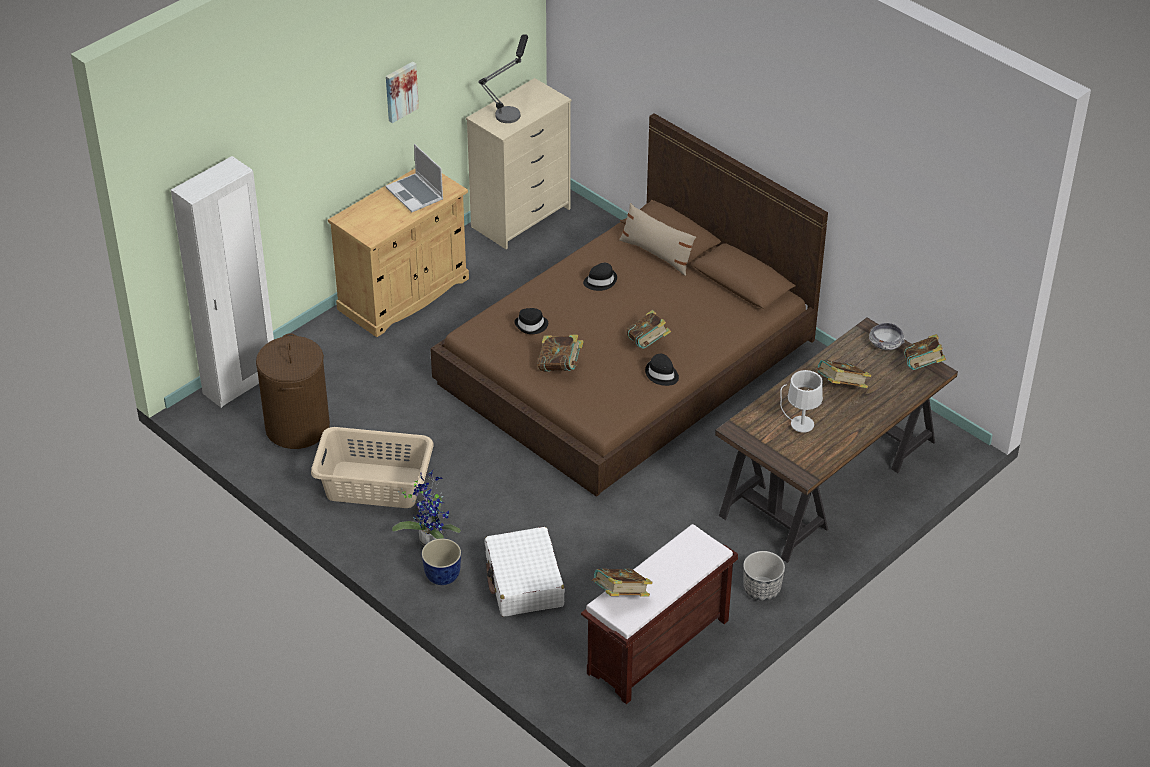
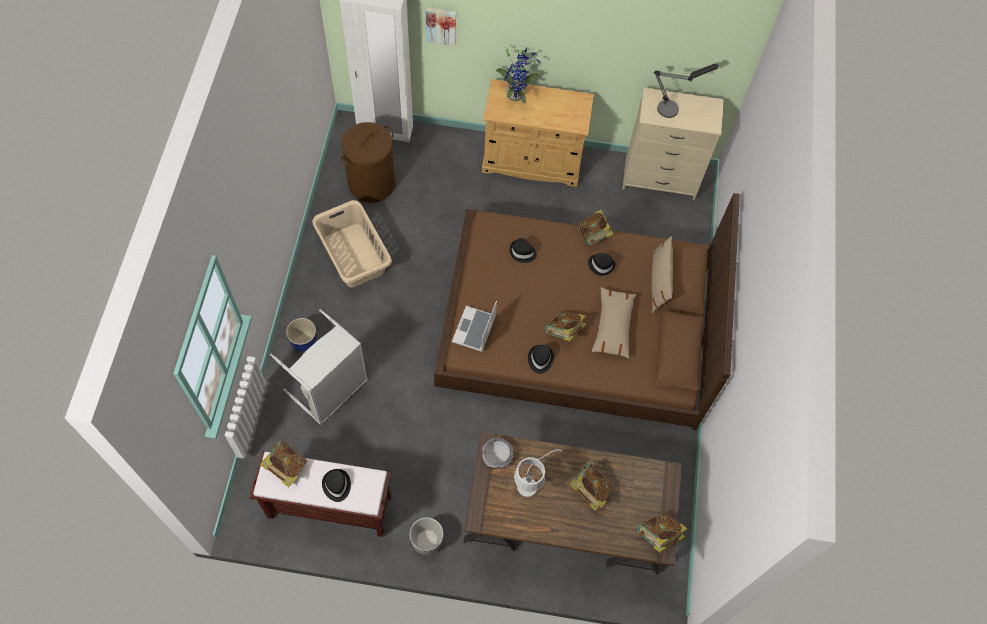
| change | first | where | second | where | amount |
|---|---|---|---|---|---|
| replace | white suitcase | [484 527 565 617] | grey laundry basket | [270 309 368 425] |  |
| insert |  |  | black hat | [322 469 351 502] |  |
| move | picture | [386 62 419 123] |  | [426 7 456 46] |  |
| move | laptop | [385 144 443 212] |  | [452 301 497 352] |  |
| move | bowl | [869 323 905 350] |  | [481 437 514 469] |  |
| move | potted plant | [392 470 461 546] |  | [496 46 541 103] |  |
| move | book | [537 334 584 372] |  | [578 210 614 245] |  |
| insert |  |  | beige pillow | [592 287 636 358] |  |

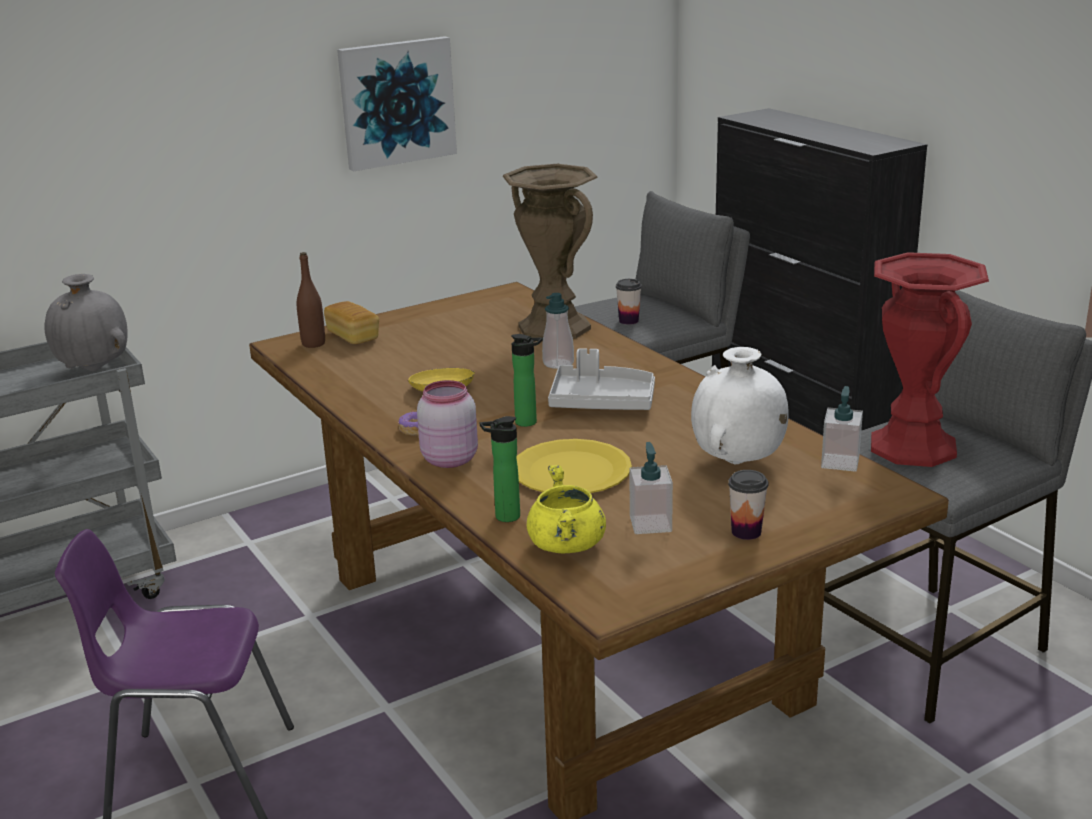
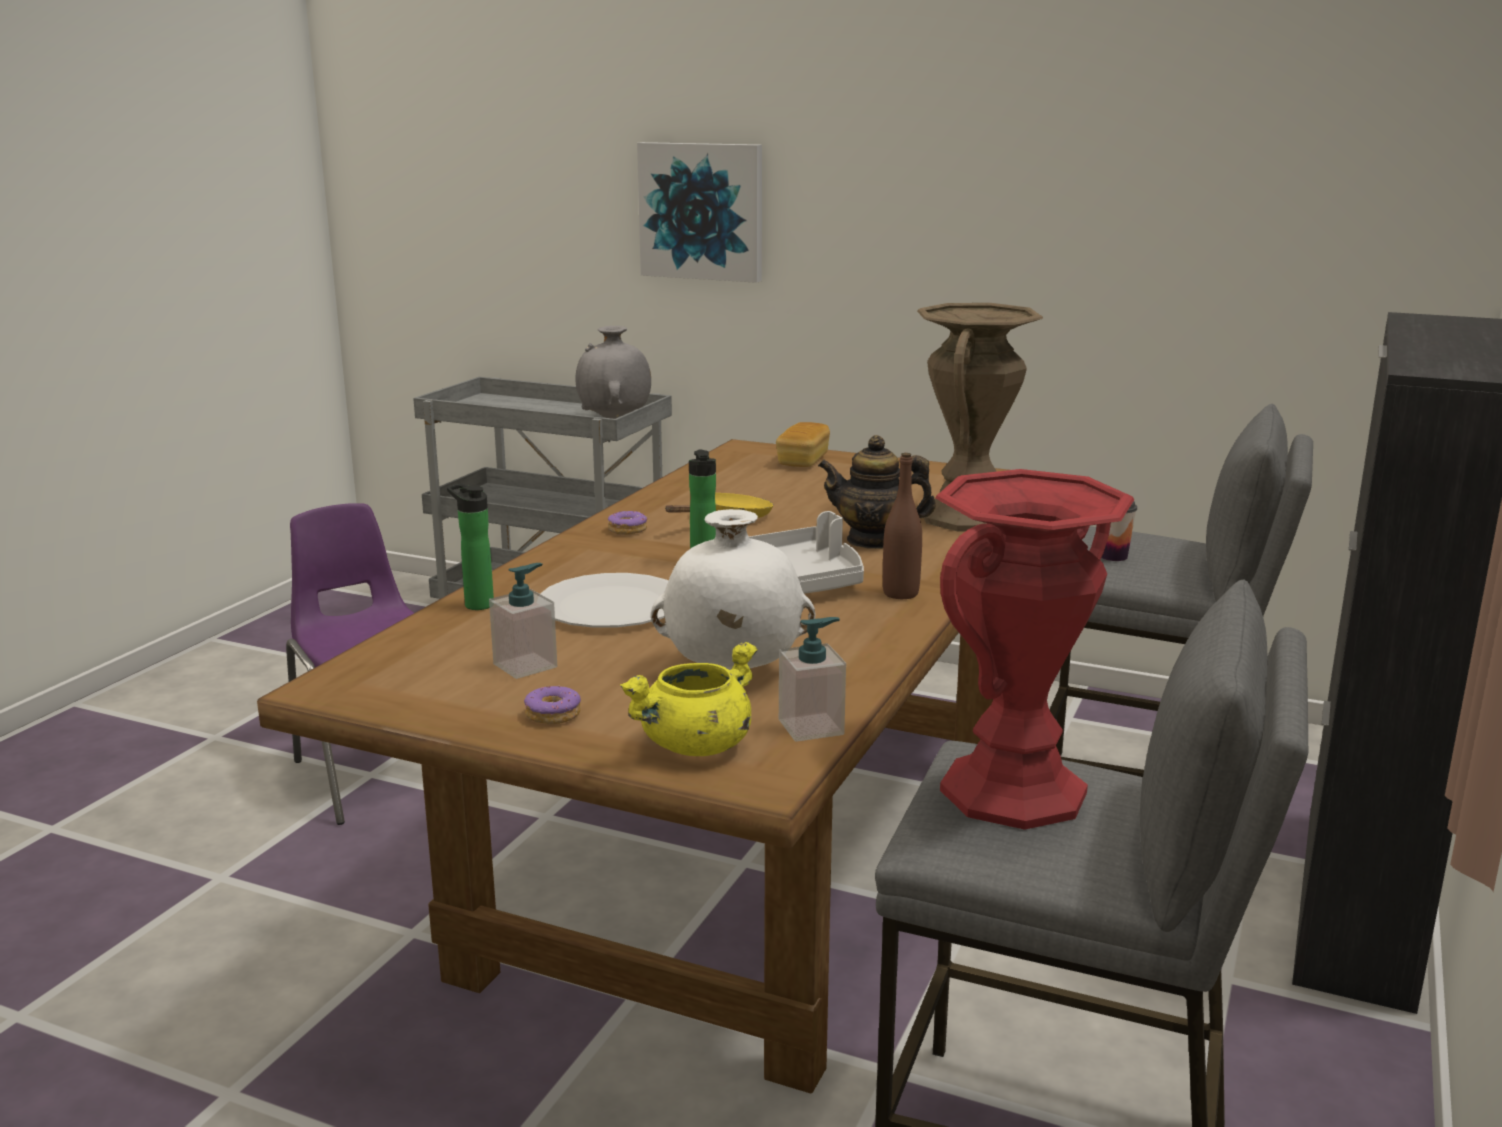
| change | first | where | second | where | amount |
|---|---|---|---|---|---|
| replace | cup | [728 470 768 540] | donut | [524 685 581 724] |  |
| recolor | yellow plate | [517 439 632 493] | white plate | [540 573 668 628] |  |
| move | yellow cooking pot | [527 465 606 553] |  | [620 642 758 756] |  |
| move | picture | [337 36 457 171] |  | [637 142 762 283] |  |
| replace | soap dispenser | [542 293 574 369] | teapot | [818 435 936 549] |  |
| move | brown bottle | [297 252 325 348] |  | [883 453 922 599] |  |
| delete | pink jar | [417 380 478 468] |  |  |  |

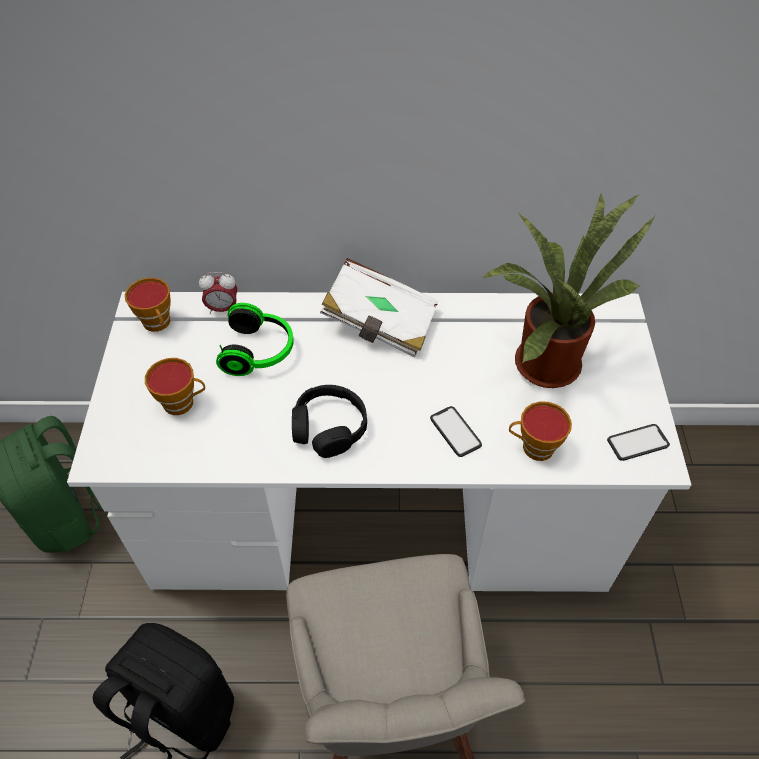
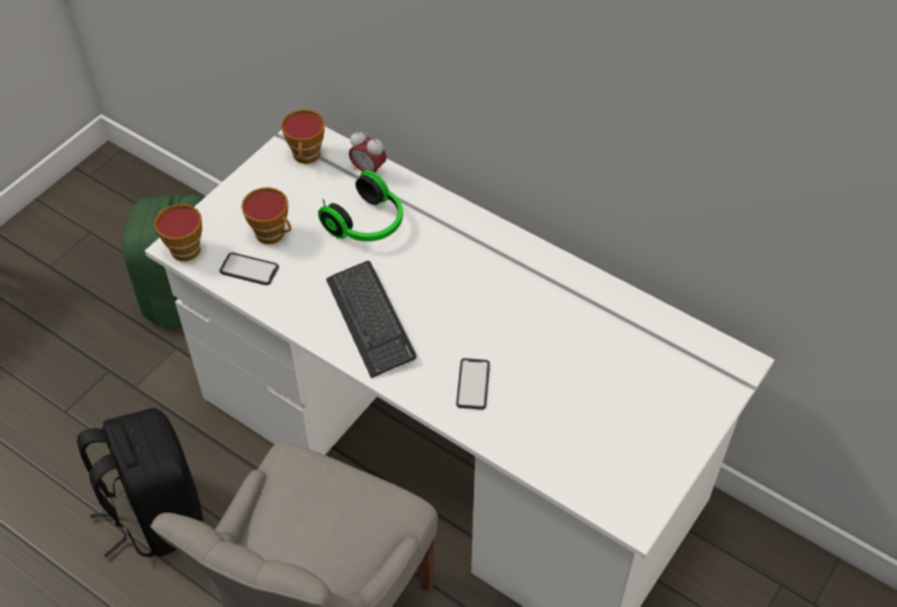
| change | first | where | second | where | amount |
|---|---|---|---|---|---|
| move | cup | [509 401 572 461] |  | [154 204 202 261] |  |
| move | phone | [607 424 670 461] |  | [219 252 279 285] |  |
| replace | black headphones | [292 385 367 458] | keyboard | [326 261 416 378] |  |
| delete | white book | [320 258 438 357] |  |  |  |
| delete | potted plant | [483 193 655 388] |  |  |  |

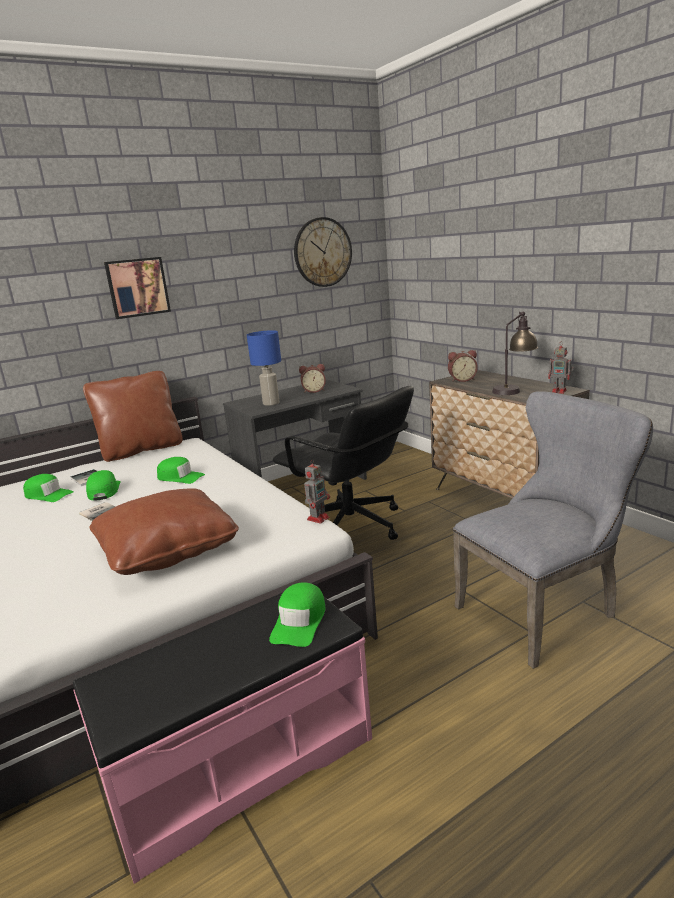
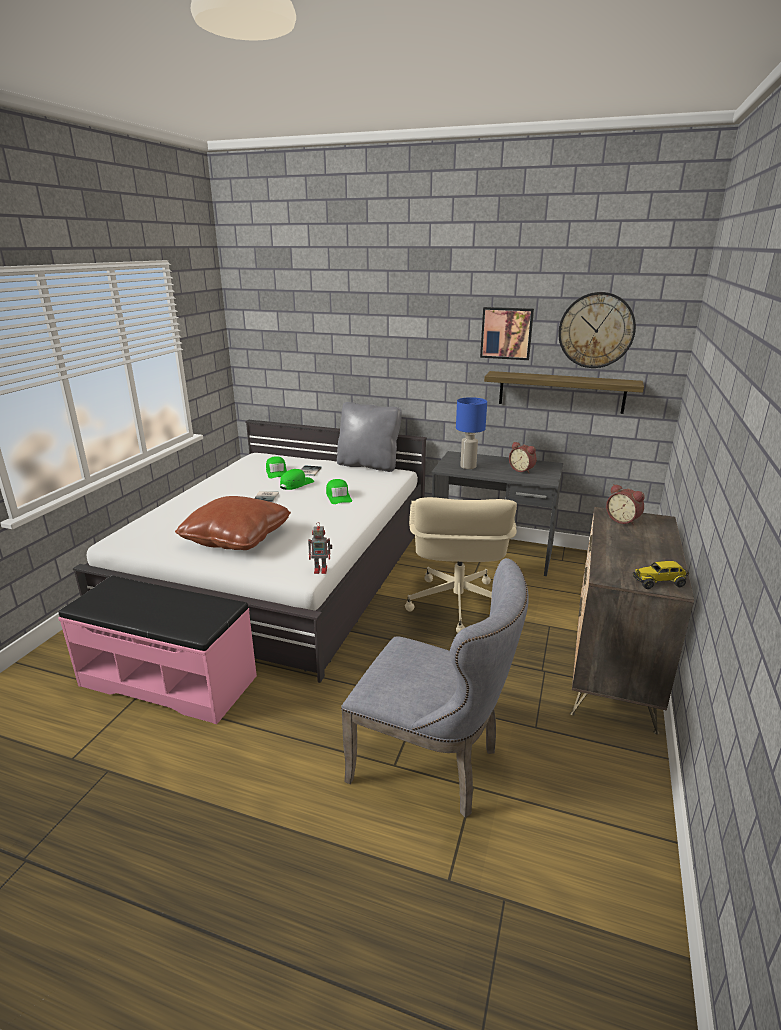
| change | first | where | second | where | amount |
|---|---|---|---|---|---|
| recolor | brown pillow | [83 371 183 462] | grey pillow | [337 402 402 472] |  |
| recolor | black office chair | [273 386 414 540] | beige office chair | [405 497 517 633] |  |
| move | picture | [104 257 171 319] |  | [480 307 534 360] |  |
| insert |  |  | shelf | [484 371 644 414] |  |
| replace | toy robot | [548 341 573 394] | toy truck | [633 561 689 589] |  |
| delete | green cap | [269 582 326 647] |  |  |  |
| delete | table lamp | [492 311 538 395] |  |  |  |

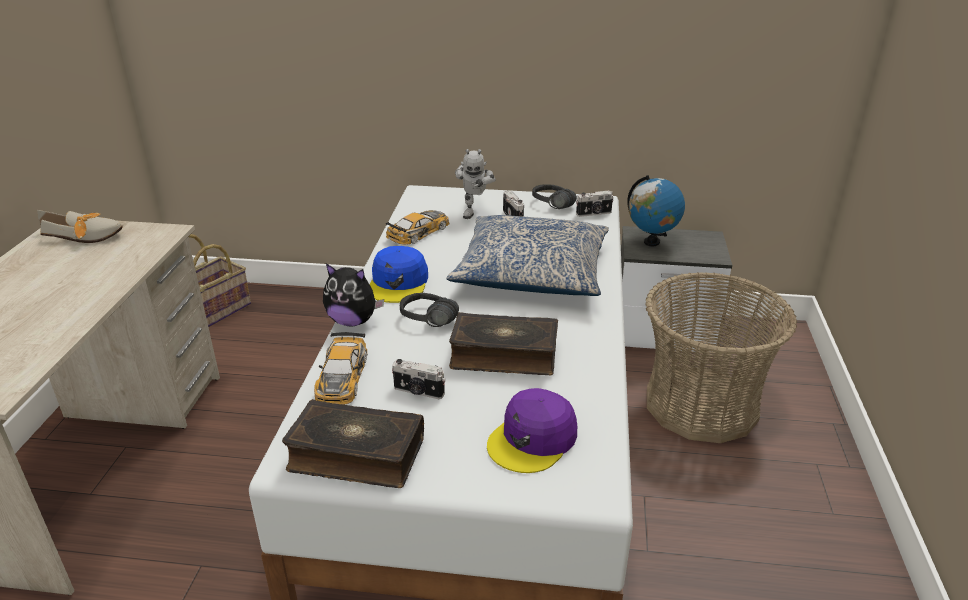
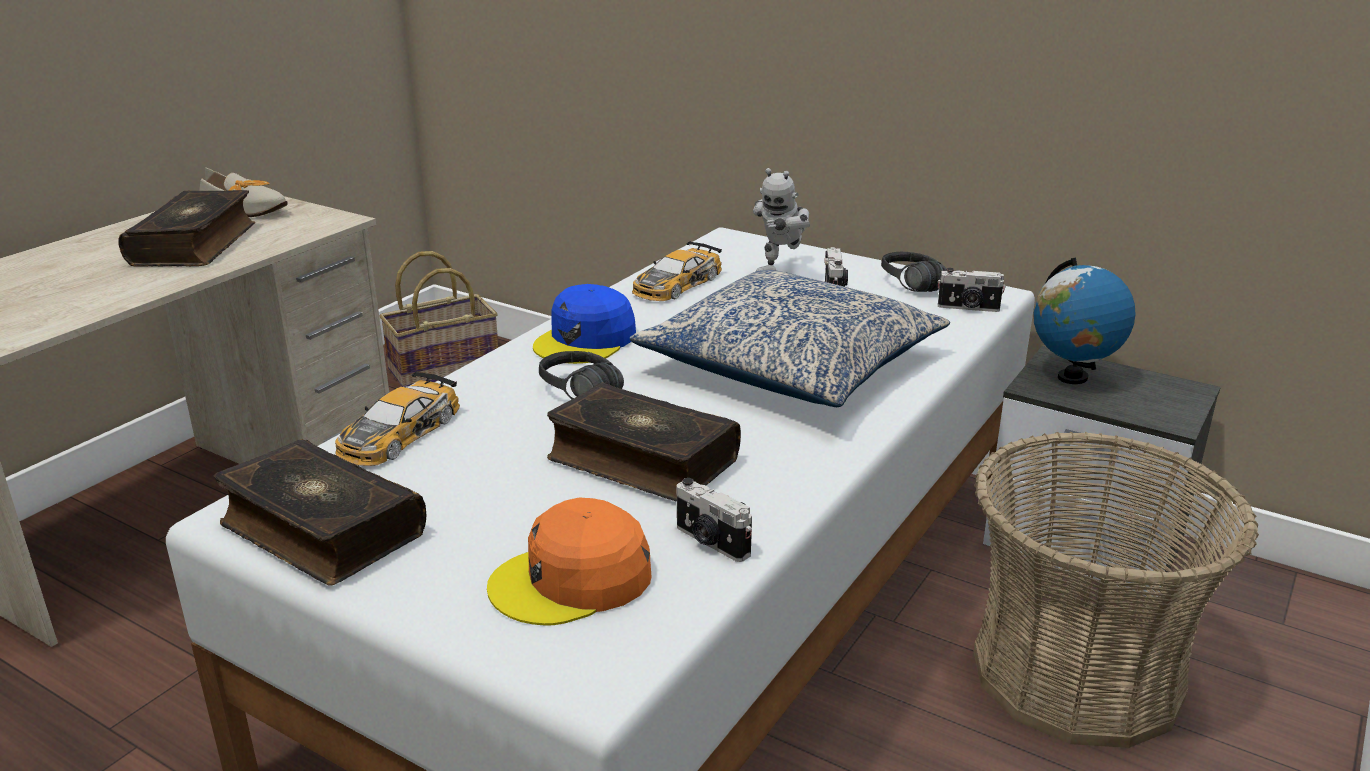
| change | first | where | second | where | amount |
|---|---|---|---|---|---|
| insert |  |  | book | [118 190 255 267] |  |
| recolor | purple cap | [487 388 577 473] | orange cap | [487 498 651 626] |  |
| rotate | toy car | [385 210 449 245] |  | [632 241 722 301] | 150 degrees clockwise |
| move | photo camera | [392 359 445 399] |  | [677 478 752 562] |  |
| delete | plush toy | [323 264 384 327] |  |  |  |

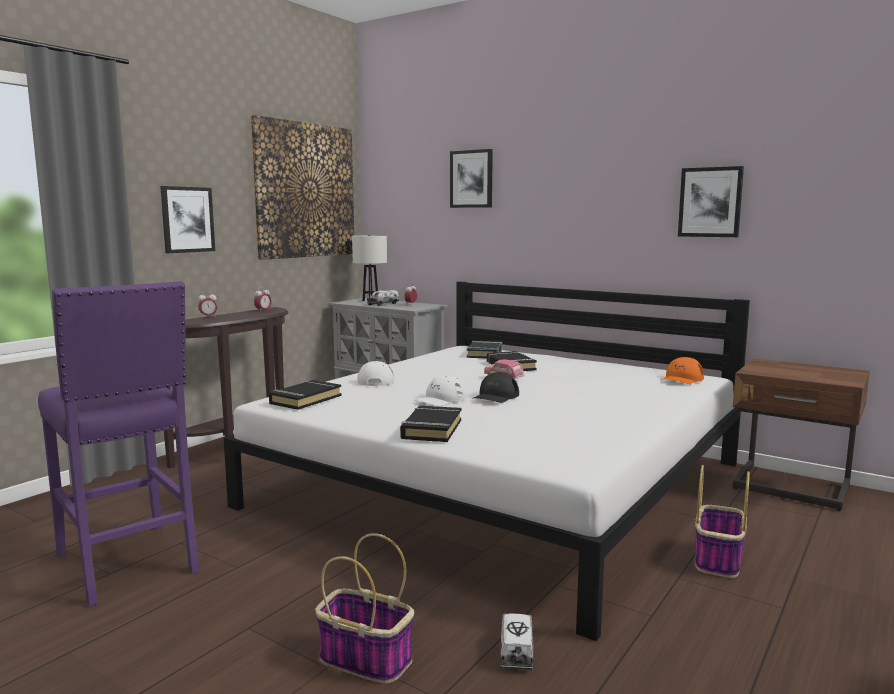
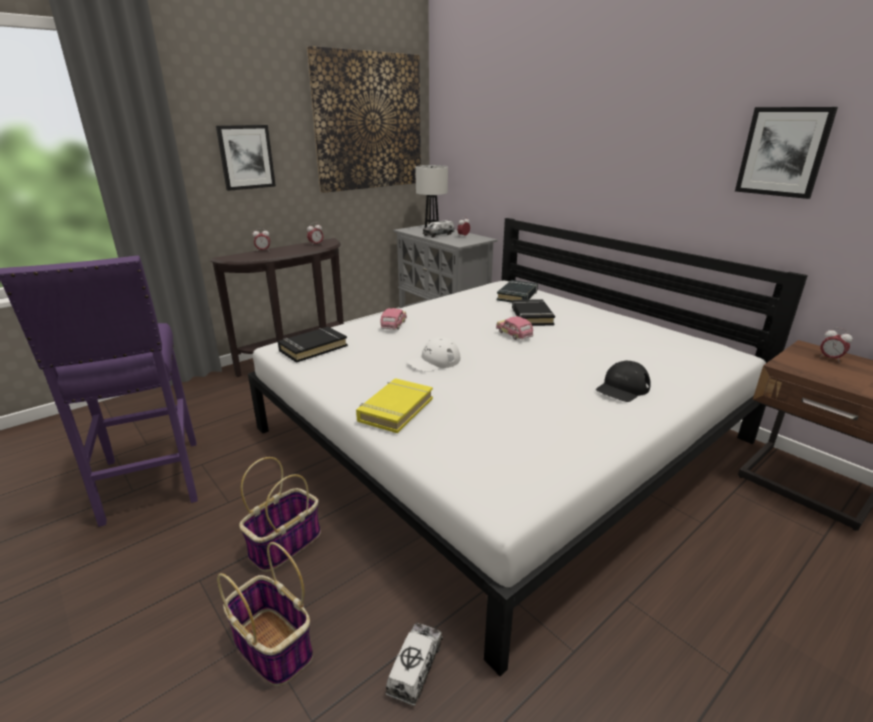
| change | first | where | second | where | amount |
|---|---|---|---|---|---|
| move | basket | [695 465 750 578] |  | [239 457 321 572] |  |
| recolor | black book | [400 406 461 442] | yellow book | [356 378 433 433] |  |
| replace | white cap | [357 361 394 386] | toy car | [381 308 407 330] |  |
| move | black cap | [472 372 519 403] |  | [596 361 651 402] |  |
| insert |  |  | alarm clock | [820 328 853 361] |  |
| delete | picture | [450 149 493 208] |  |  |  |
| delete | orange cap | [661 357 704 384] |  |  |  |

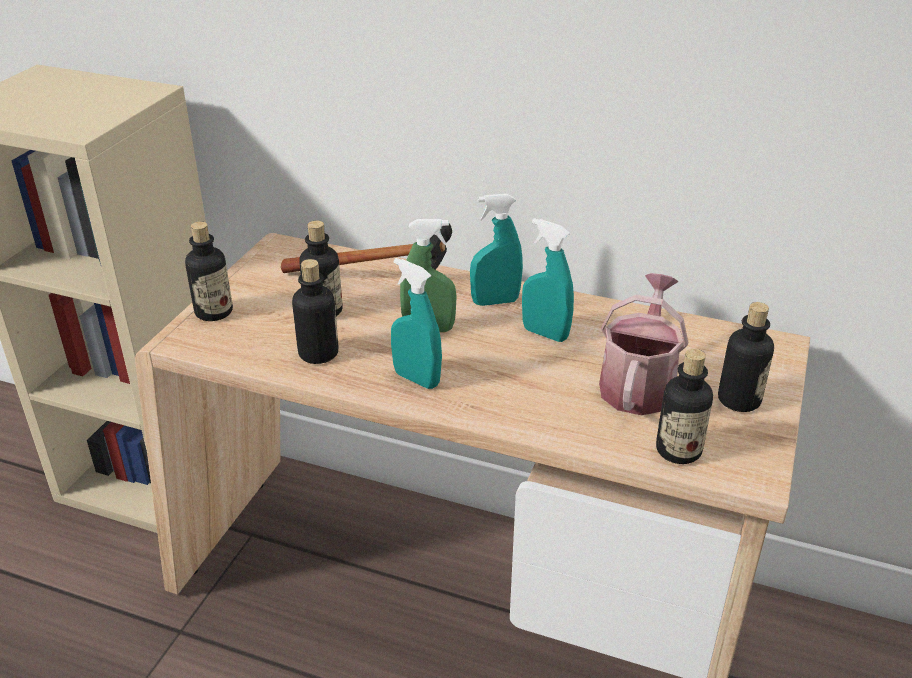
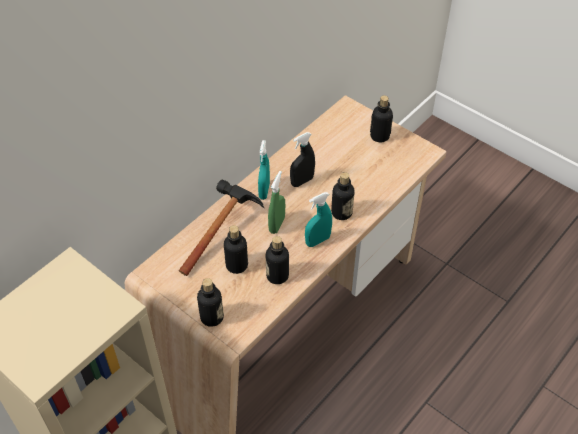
| change | first | where | second | where | amount |
|---|---|---|---|---|---|
| recolor | turquoise spray bottle | [522 218 574 342] | black spray bottle | [290 132 315 187] |  |
| move | bottle | [656 349 713 464] |  | [331 172 355 220] |  |
| delete | watering can | [599 273 689 415] |  |  |  |

